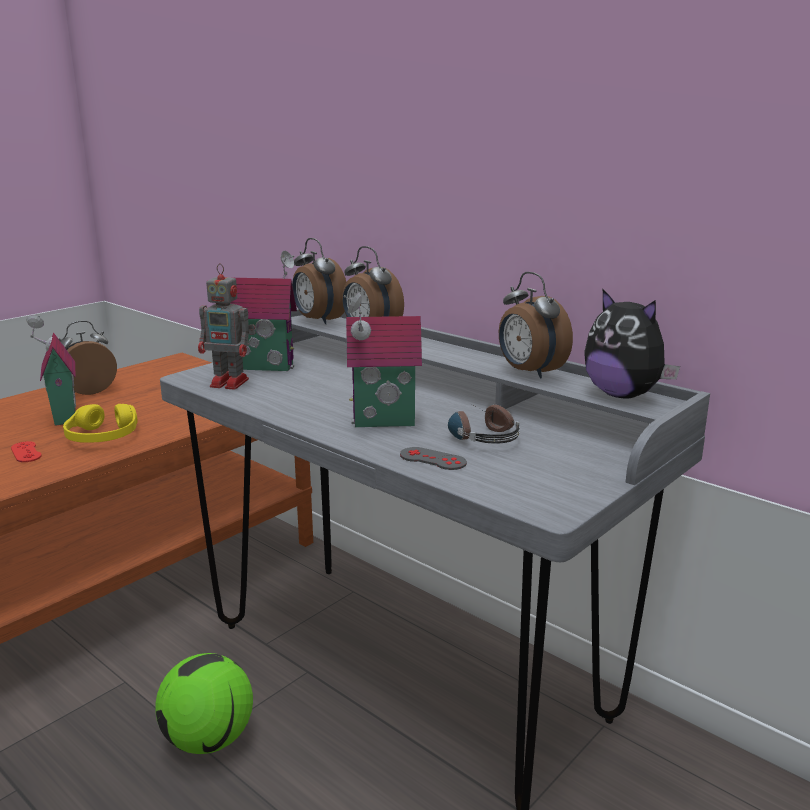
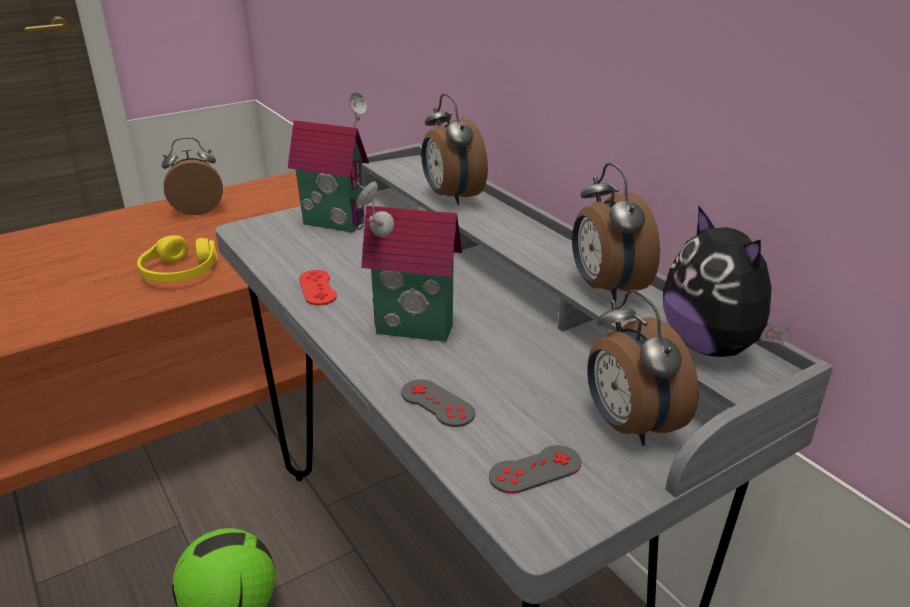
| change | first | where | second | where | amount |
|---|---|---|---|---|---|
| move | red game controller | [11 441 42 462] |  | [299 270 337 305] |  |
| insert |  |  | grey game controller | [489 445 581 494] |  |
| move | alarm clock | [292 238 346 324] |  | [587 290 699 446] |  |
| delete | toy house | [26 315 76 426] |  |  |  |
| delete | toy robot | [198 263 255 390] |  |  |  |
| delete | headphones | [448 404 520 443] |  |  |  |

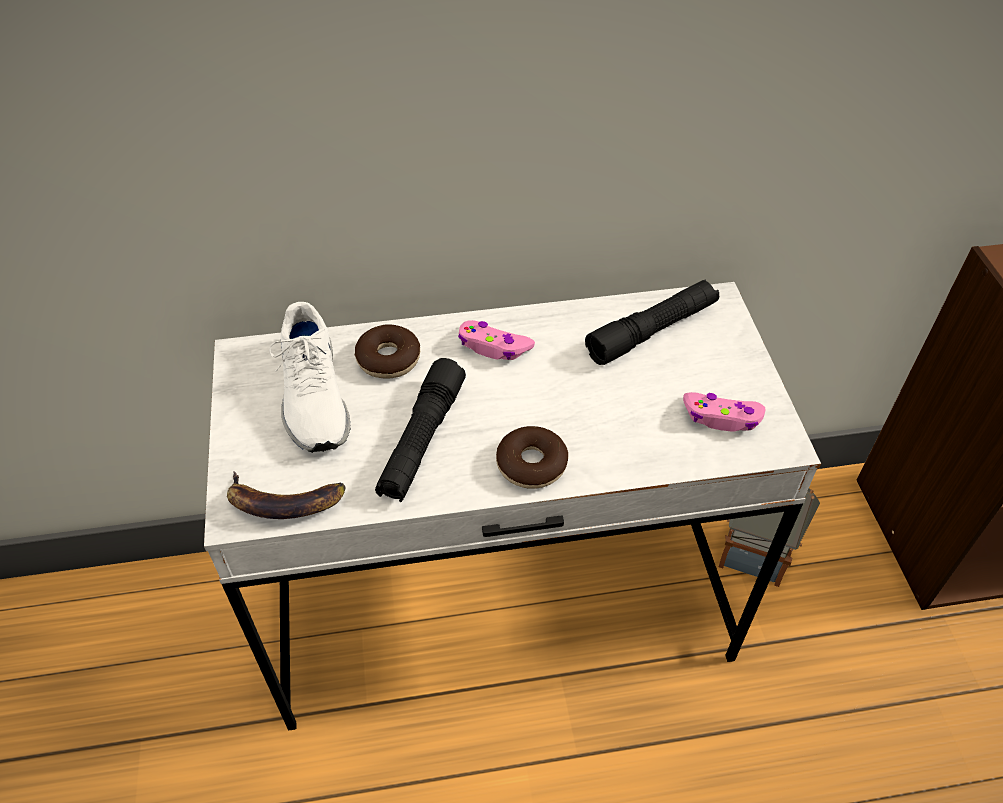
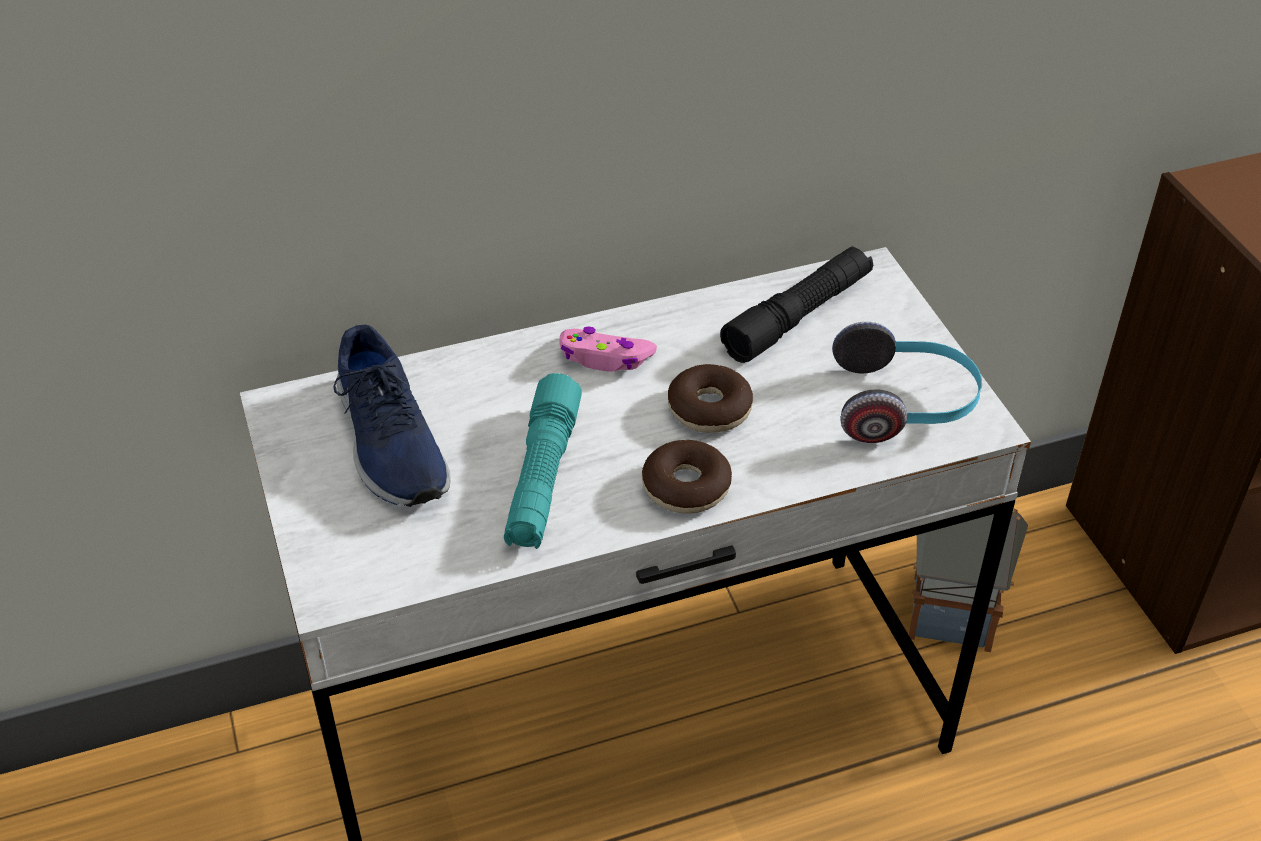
| change | first | where | second | where | amount |
|---|---|---|---|---|---|
| recolor | white shoe | [269 302 350 453] | blue shoe | [333 325 450 507] |  |
| recolor | black flashlight | [375 358 466 502] | turquoise flashlight | [504 373 582 549] |  |
| move | donut | [355 325 420 378] |  | [668 364 753 433] |  |
| replace | pink game controller | [683 392 766 432] | headphones | [832 322 982 443] |  |
| delete | banana | [227 471 346 519] |  |  |  |

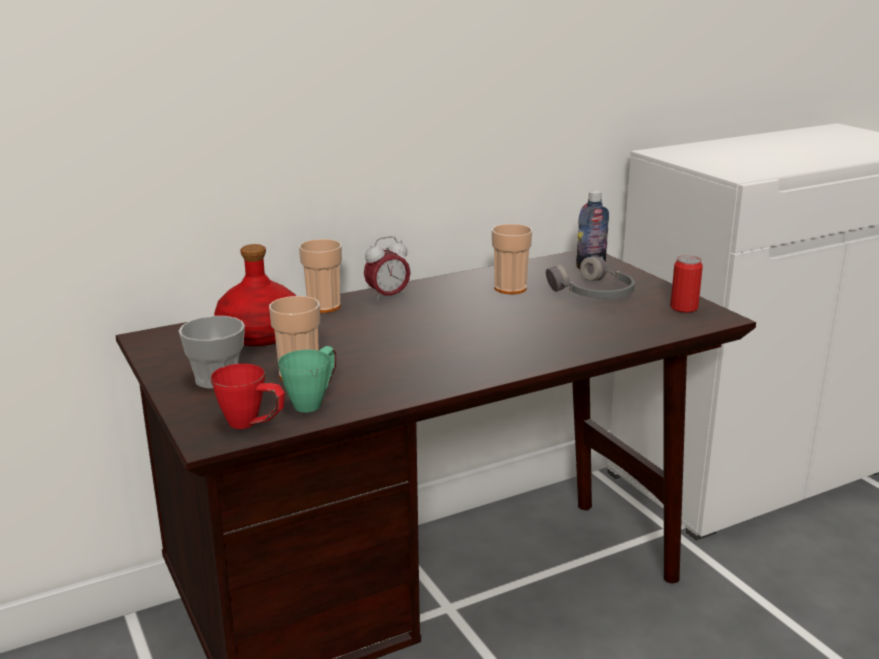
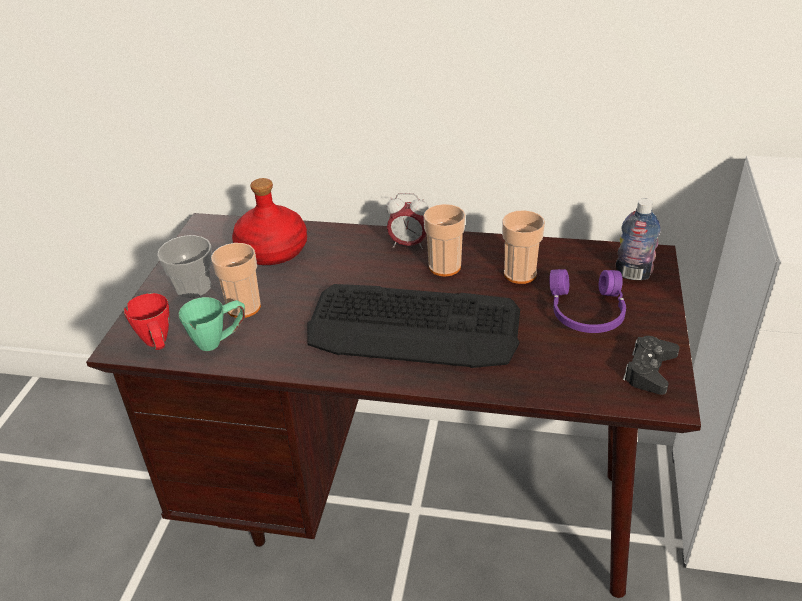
| change | first | where | second | where | amount |
|---|---|---|---|---|---|
| insert |  |  | keyboard | [307 284 520 368] |  |
| move | cup | [299 239 342 313] |  | [424 204 466 277] |  |
| recolor | grey headphones | [546 256 635 299] | purple headphones | [549 269 626 333] |  |
| replace | can | [670 255 703 313] | black game controller | [623 336 680 395] |  |

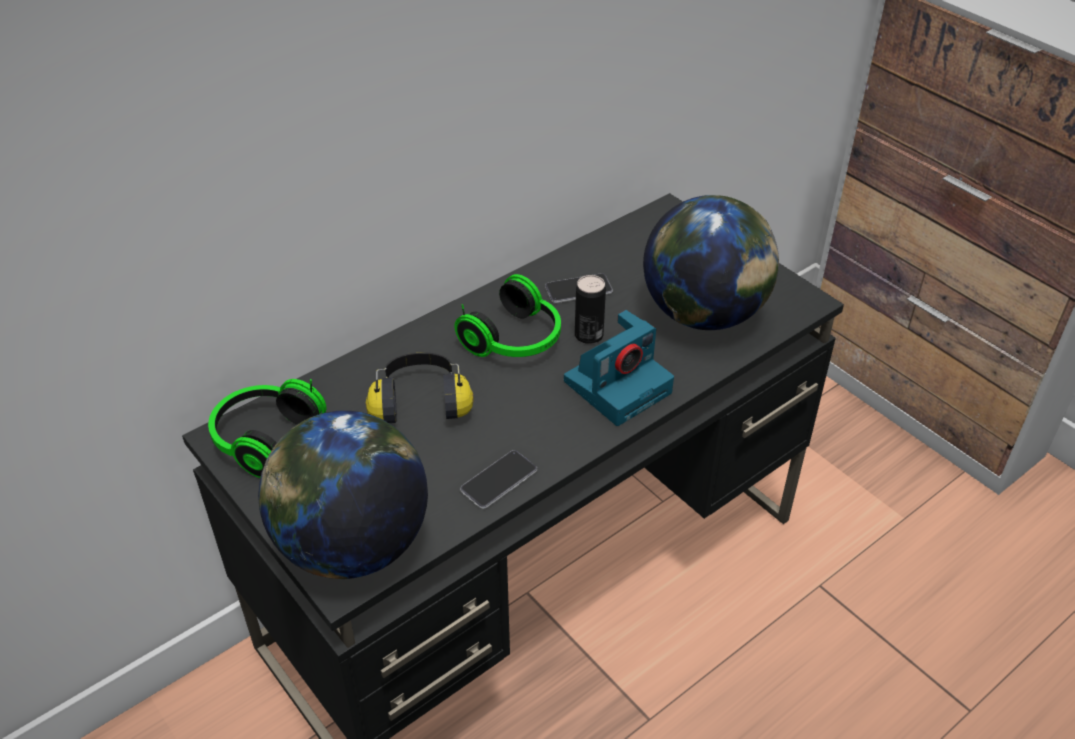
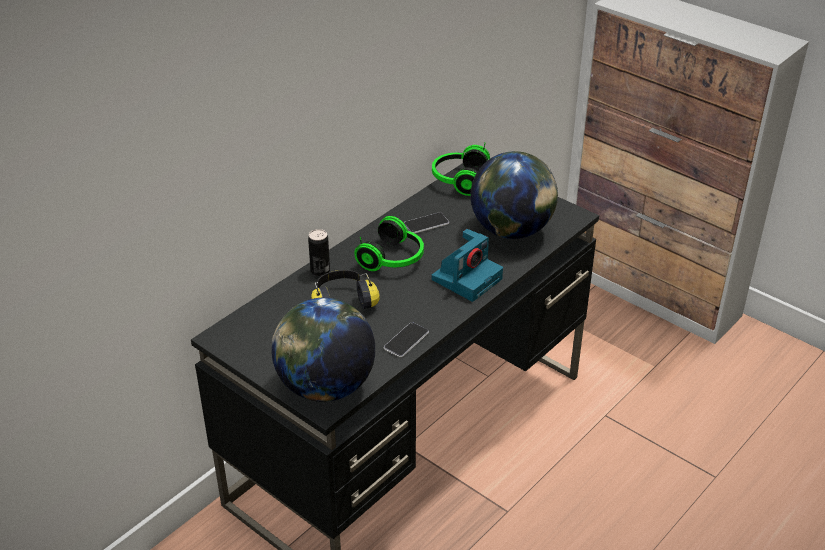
| change | first | where | second | where | amount |
|---|---|---|---|---|---|
| move | can | [575 275 606 344] |  | [308 229 330 276] |  |
| move | headphones | [208 379 327 478] |  | [432 143 490 196] |  |

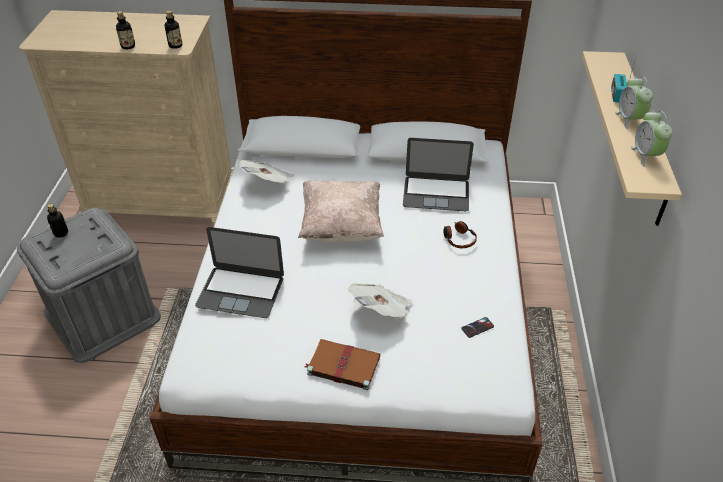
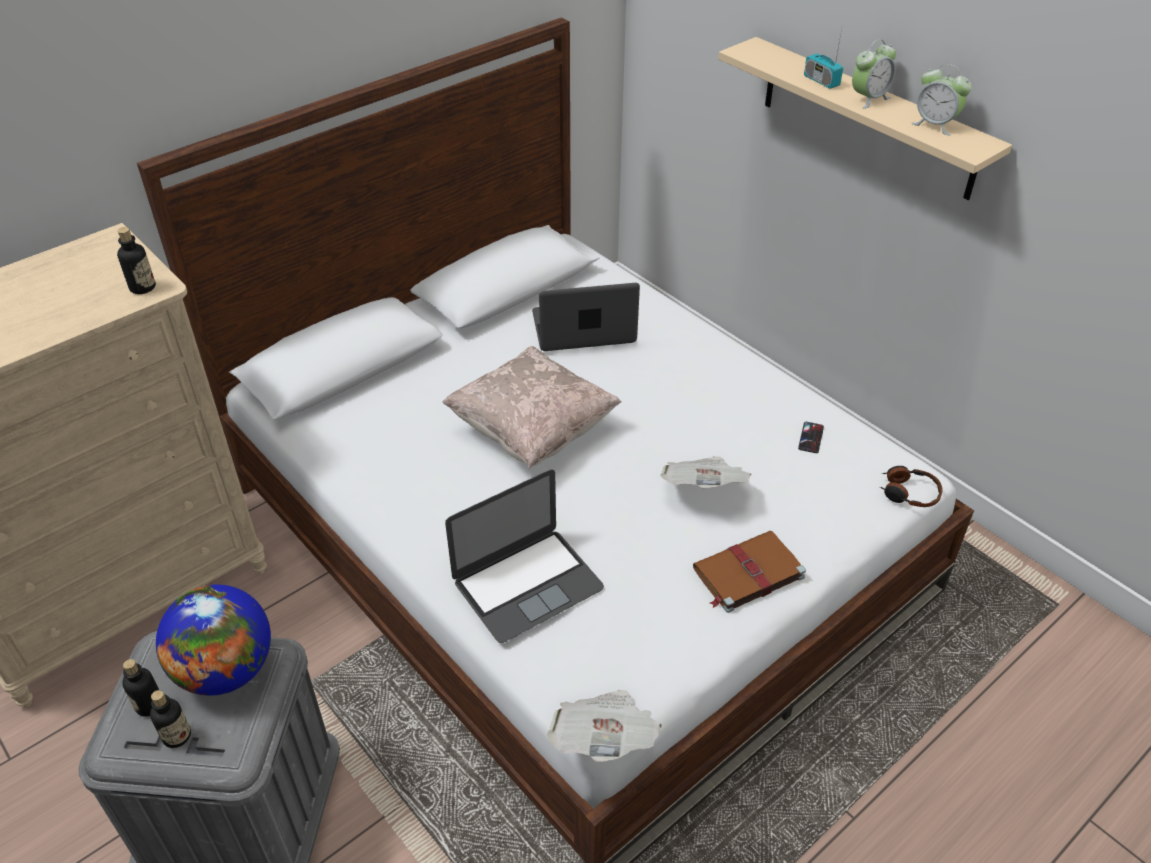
| change | first | where | second | where | amount |
|---|---|---|---|---|---|
| move | bottle | [116 11 135 50] |  | [150 690 191 748] |  |
| insert |  |  | globe | [156 584 271 696] |  |
| rotate | laptop | [403 138 474 211] |  | [532 283 640 351] | 150 degrees counterclockwise |
| move | newspaper | [238 160 294 183] |  | [547 690 663 762] |  |
| rotate | alarm clock | [615 76 653 129] |  | [852 39 896 109] | 75 degrees counterclockwise |
| move | headphones | [443 221 477 248] |  | [880 466 942 507] |  |

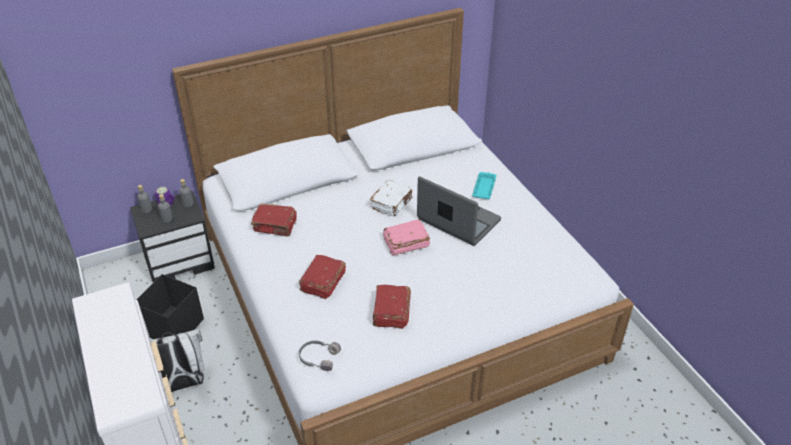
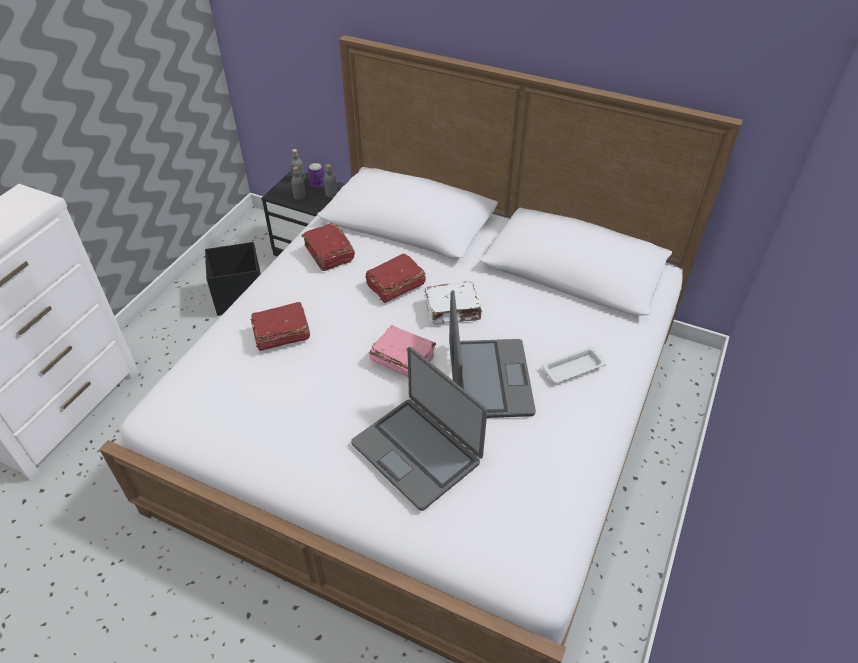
| change | first | where | second | where | amount |
|---|---|---|---|---|---|
| insert |  |  | laptop | [351 347 487 511] |  |
| move | red book | [373 285 411 329] |  | [365 253 426 303] |  |
| recolor | turquoise tray | [472 172 497 199] | white tray | [542 347 606 384] |  |
| delete | white backpack | [151 329 205 392] |  |  |  |
| delete | grey headphones | [299 340 341 371] |  |  |  |

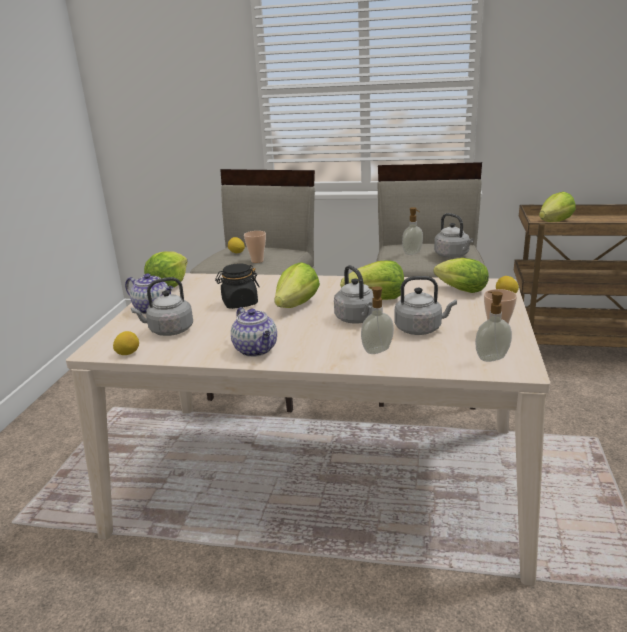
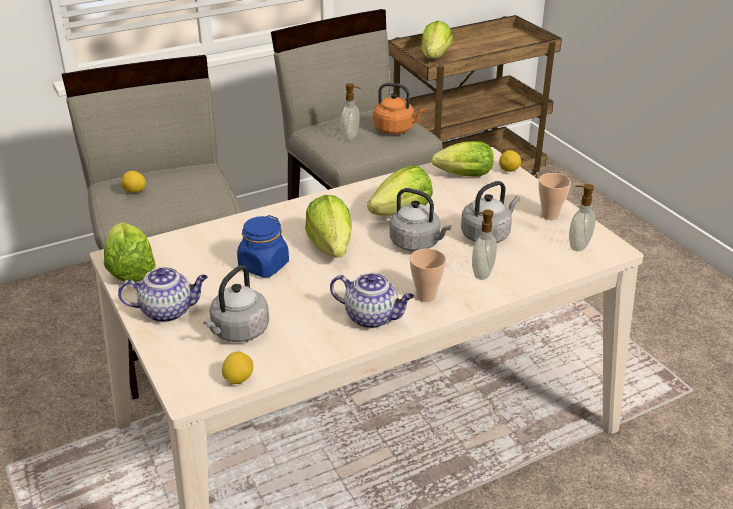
| change | first | where | second | where | amount |
|---|---|---|---|---|---|
| recolor | black jar | [215 263 260 309] | blue jar | [237 215 289 278] |  |
| recolor | grey kettle | [434 213 474 258] | orange kettle | [374 83 425 134] |  |
| move | cup | [244 231 266 263] |  | [410 249 446 302] |  |

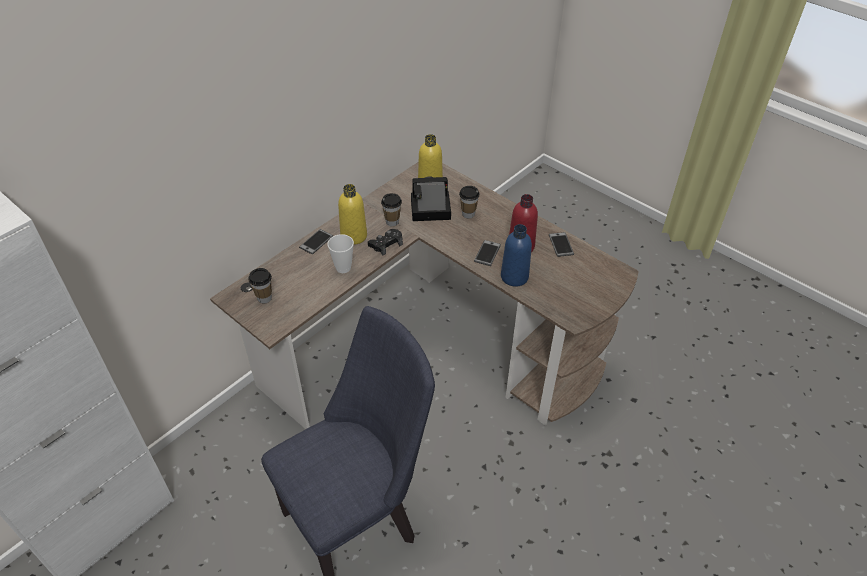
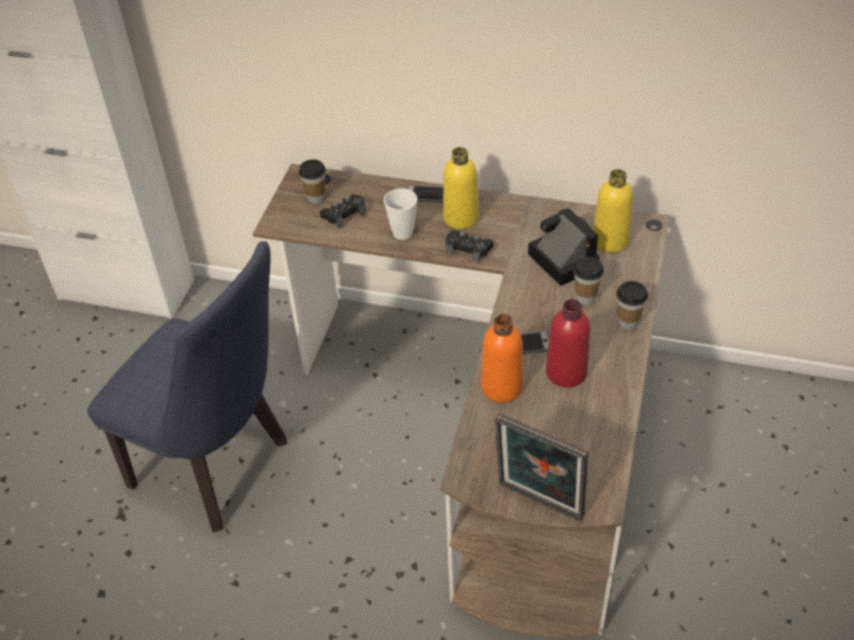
| change | first | where | second | where | amount |
|---|---|---|---|---|---|
| insert |  |  | black game controller | [320 194 366 229] |  |
| recolor | blue bottle | [501 224 532 287] | orange bottle | [481 314 523 403] |  |
| insert |  |  | picture frame | [495 413 588 522] |  |
| move | cup | [381 193 402 227] |  | [616 281 648 330] |  |
| delete | phone | [549 232 574 257] |  |  |  |

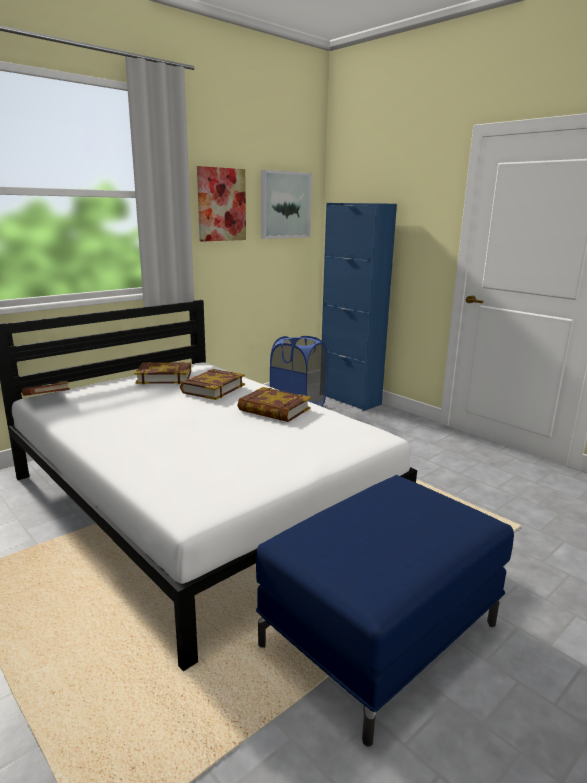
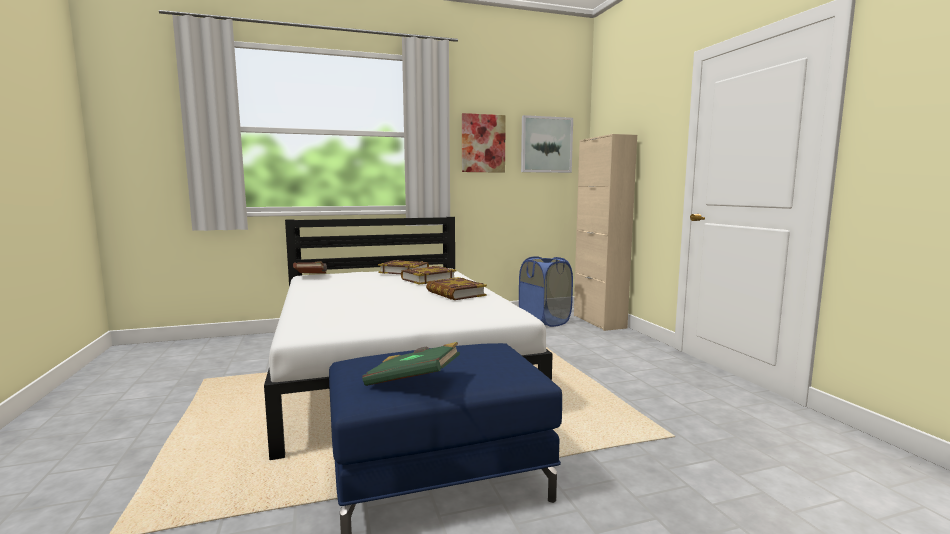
| change | first | where | second | where | amount |
|---|---|---|---|---|---|
| insert |  |  | green book | [362 342 460 386] |  |
| recolor | blue cabinet | [322 203 397 411] | beige cabinet | [574 134 637 331] |  |

